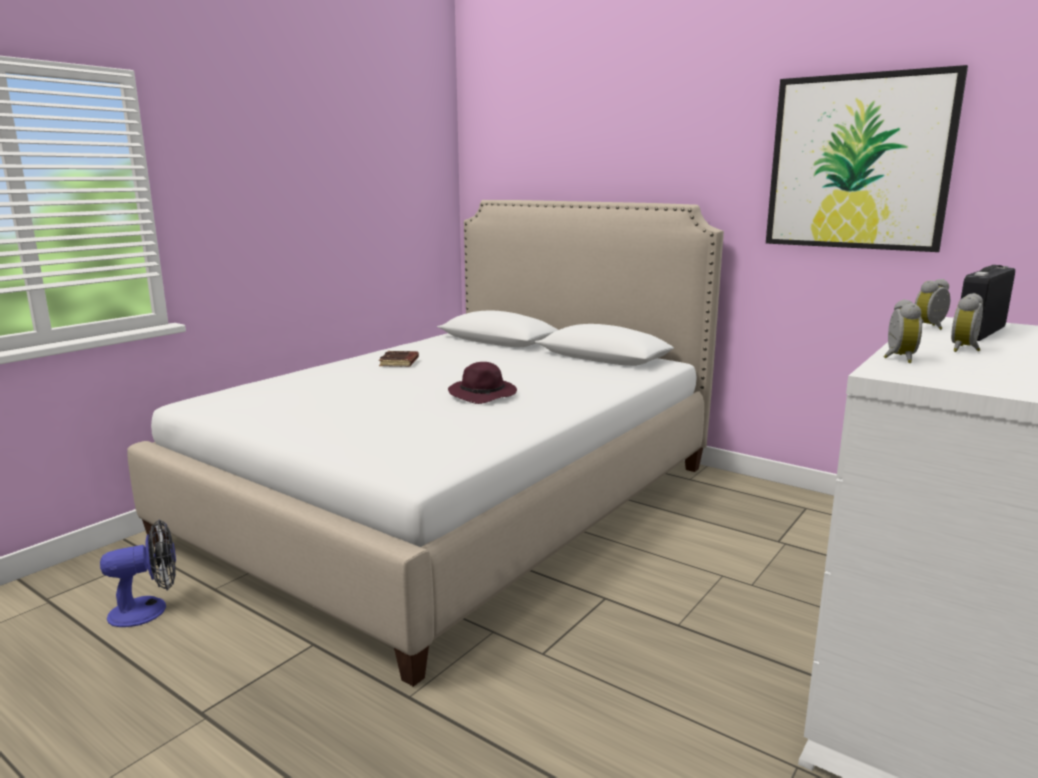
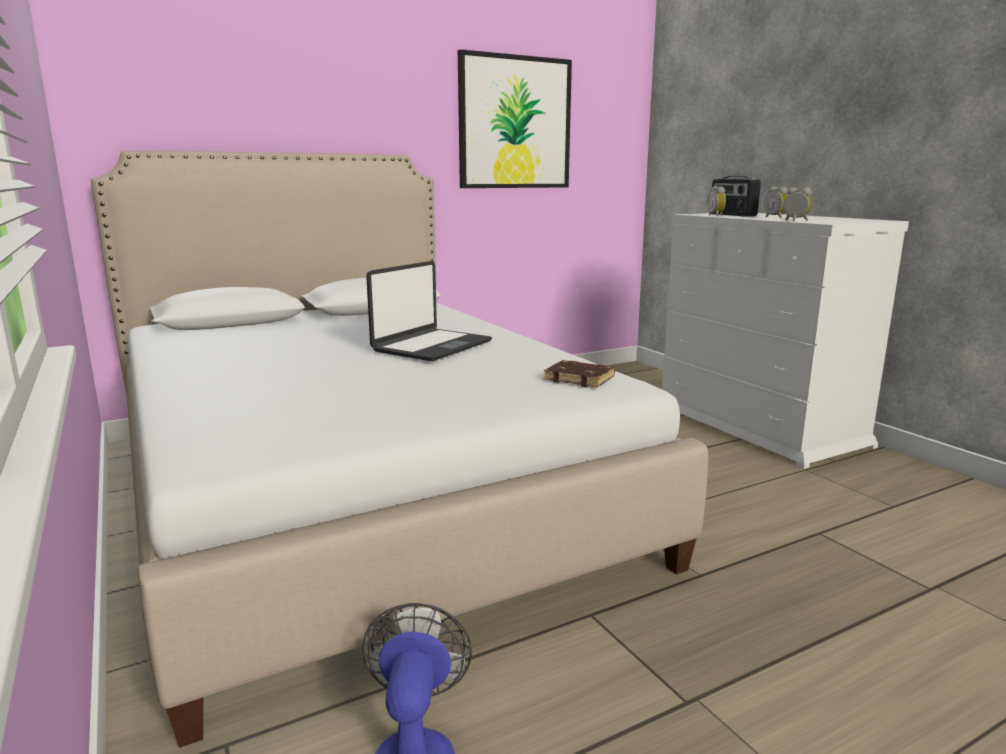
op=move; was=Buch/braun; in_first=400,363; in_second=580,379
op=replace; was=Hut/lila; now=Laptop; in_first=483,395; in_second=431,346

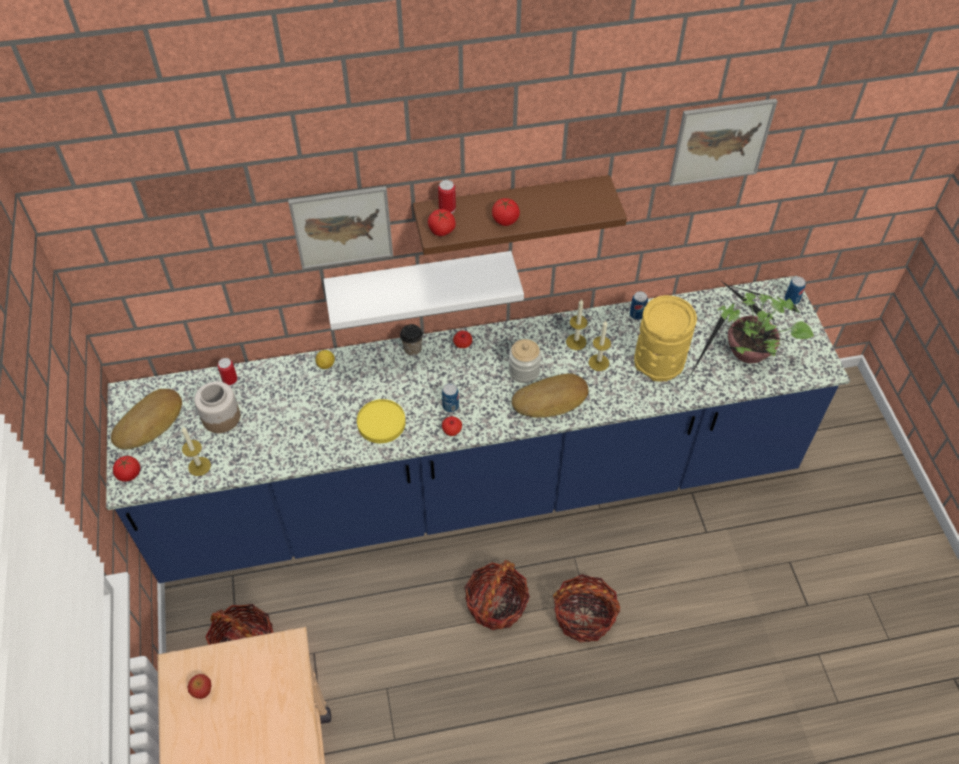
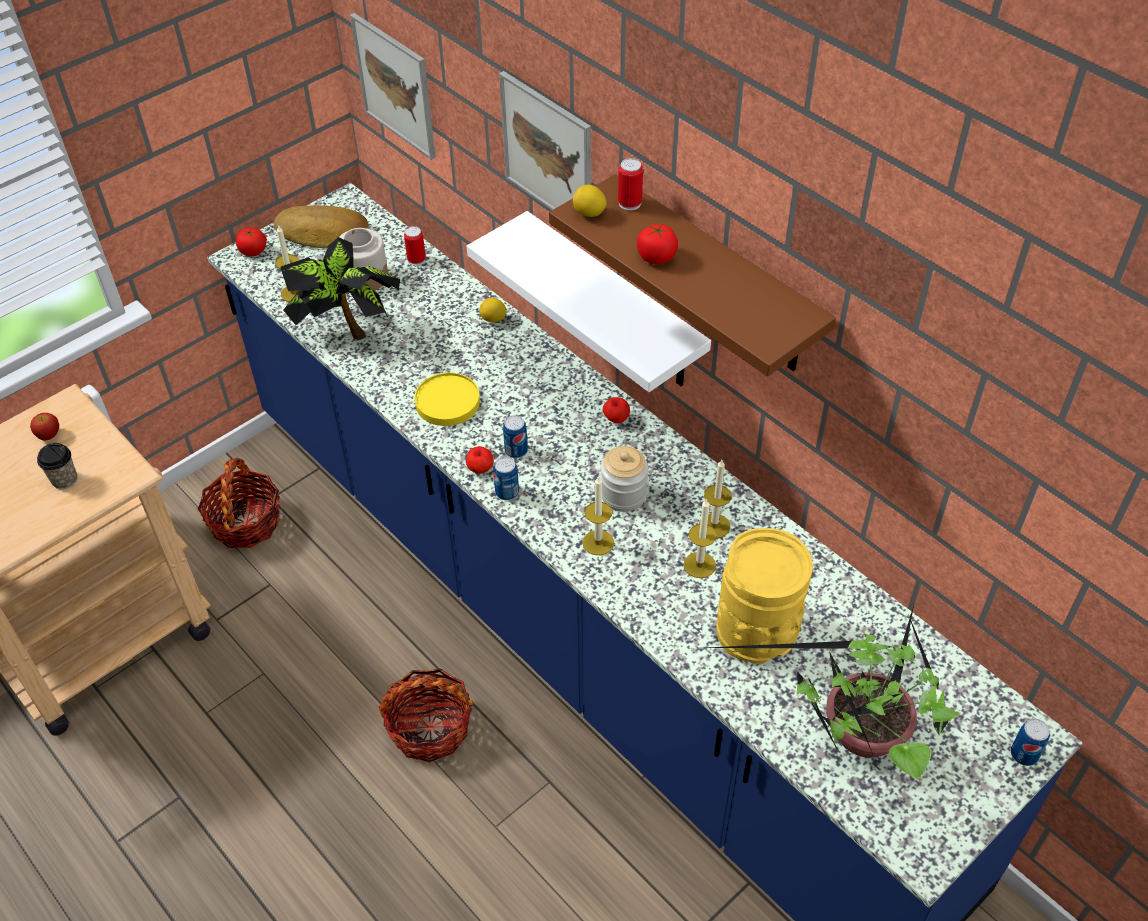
op=move; was=Bild; in_first=720,142; in_second=395,86
op=replace; was=Tomate; now=Zitrone; in_first=441,230; in_second=589,213
op=move; was=Dose; in_first=637,314; in_second=507,492
op=move; was=Tasse; in_first=412,349; in_second=65,480
op=replace; was=Brot; now=Kerze; in_first=551,400; in_second=598,542
op=delete; was=Korb; in_first=584,616
op=insert; now=Topfpflanze; in_second=347,330

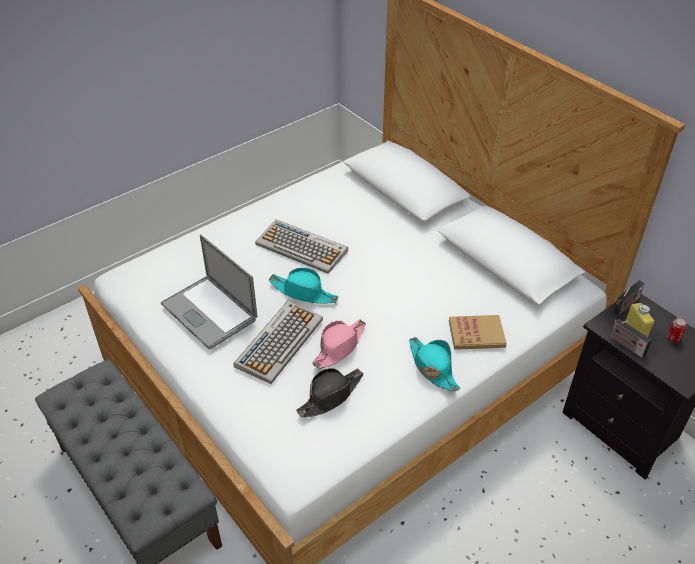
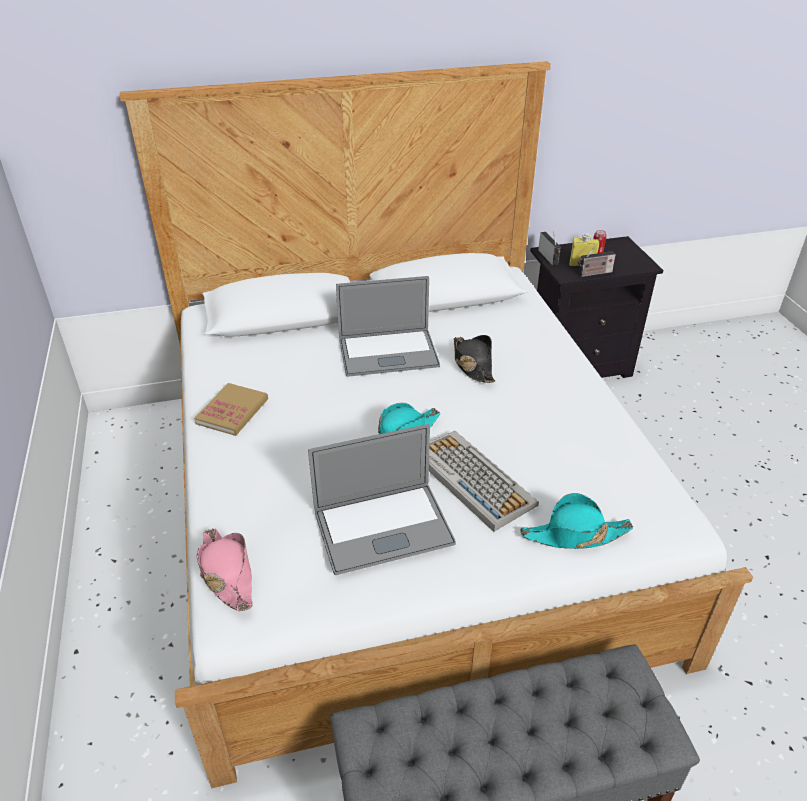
op=delete; was=Tastatur; in_first=302,247
op=move; was=Buch; in_first=476,334; in_second=232,411
op=move; was=Hut/rosa; in_first=339,347; in_second=227,573
op=move; was=Hut/türkis; in_first=432,367; in_second=574,535
op=move; was=Hut/schwarz; in_first=331,396; in_second=472,364
op=insert; now=Laptop; in_second=388,353

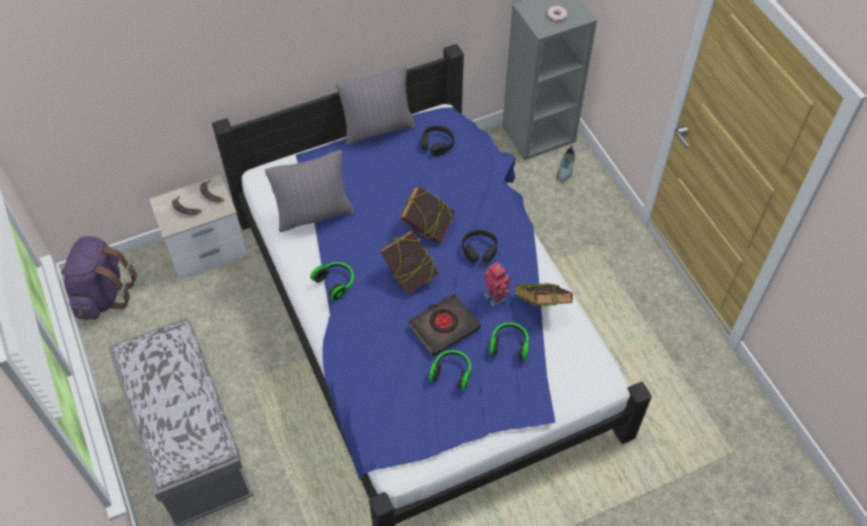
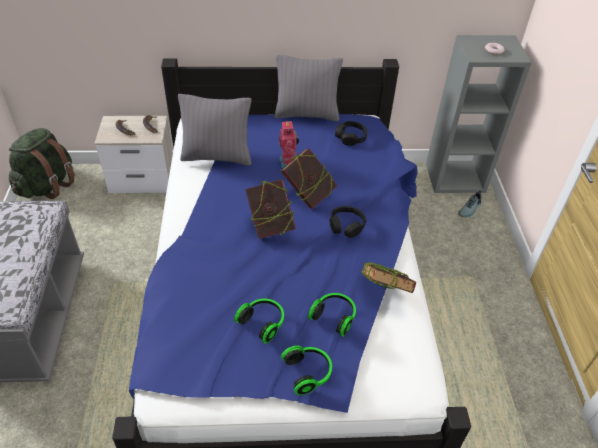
op=recolor; was=Rucksack/lila; now=Rucksack/grün; in_first=103,294; in_second=47,185
op=move; was=Kopfhörer; in_first=336,283; in_second=308,373
op=move; was=Spielzeugroboter; in_first=496,297; in_second=288,162
op=delete; was=Buch/schwarz; in_first=443,326

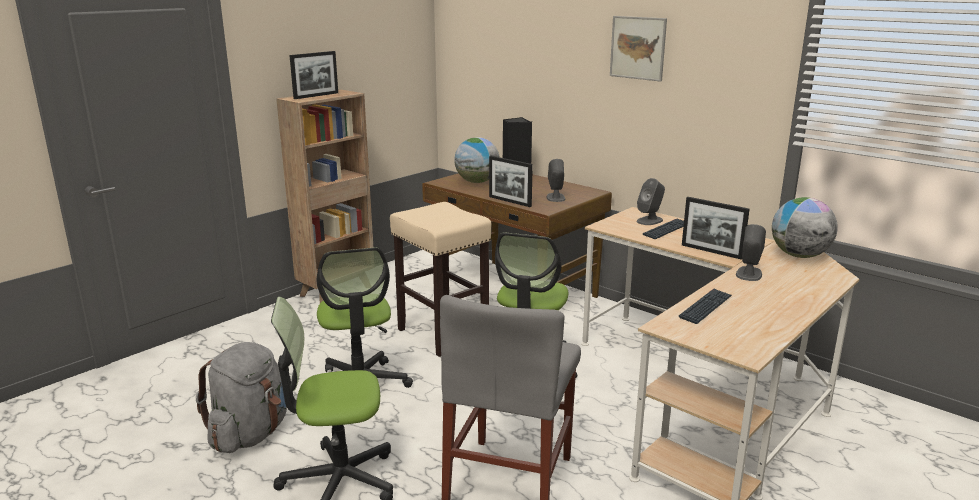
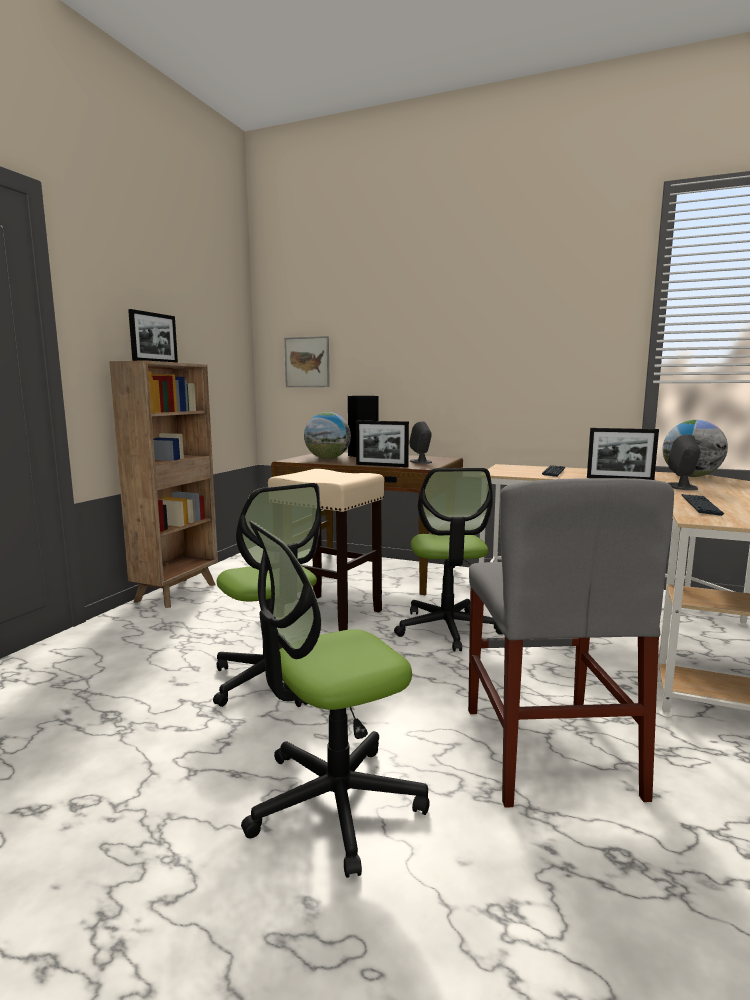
op=move; was=Bild; in_first=638,48; in_second=307,362
op=delete; was=Lautsprecher/grau; in_first=650,220
op=delete; was=Rucksack/grau; in_first=250,434

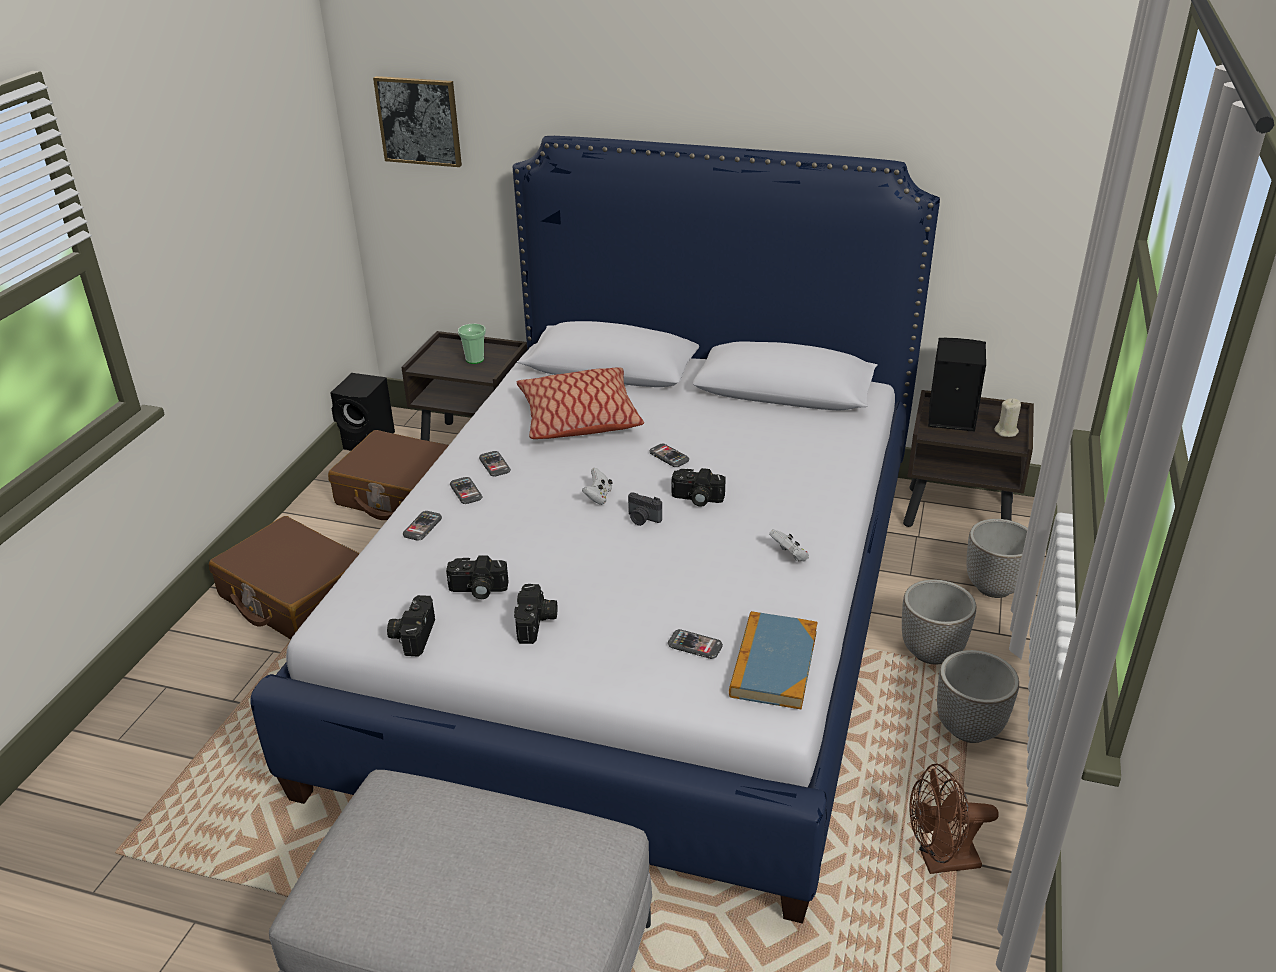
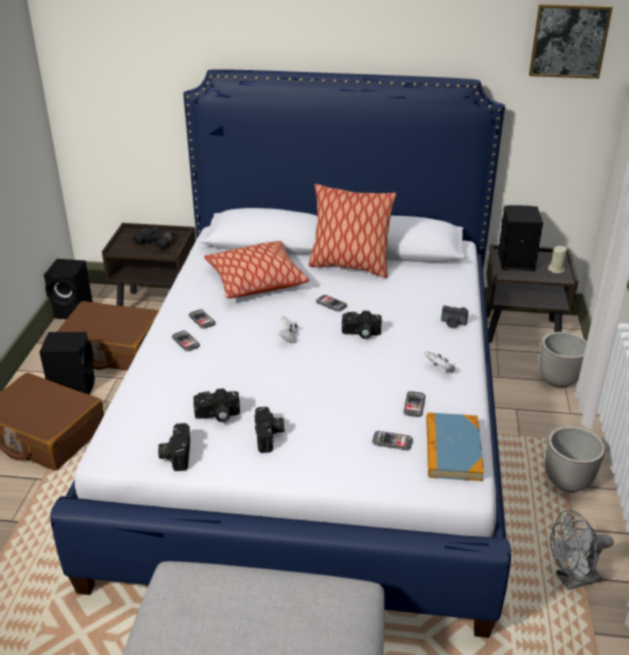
op=move; was=Bild; in_first=419,121; in_second=569,41
op=replace; was=Tasse; now=Fernglas/schwarz; in_first=474,359; in_second=157,242
op=move; was=Kamera; in_first=642,519; in_second=453,324
op=move; was=Handy; in_first=422,527; in_second=414,405
op=delete; was=Pflanzkübel; in_first=932,653
op=recolor; was=Ventilator/braun; now=Ventilator/grau; in_first=940,861; in_second=572,580
op=insert; now=Kissen; in_second=349,266
op=insert; now=Lautsprecher/schwarz; in_second=73,386

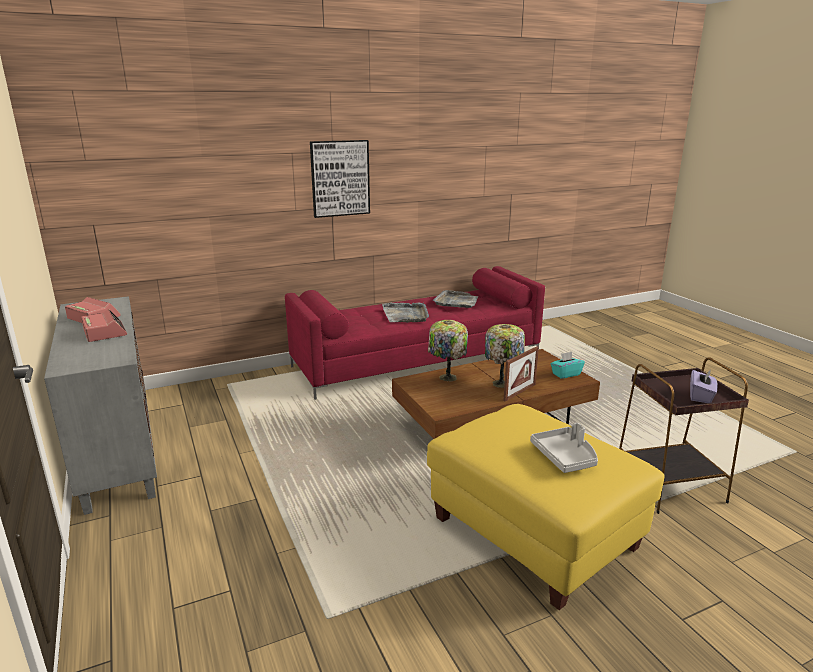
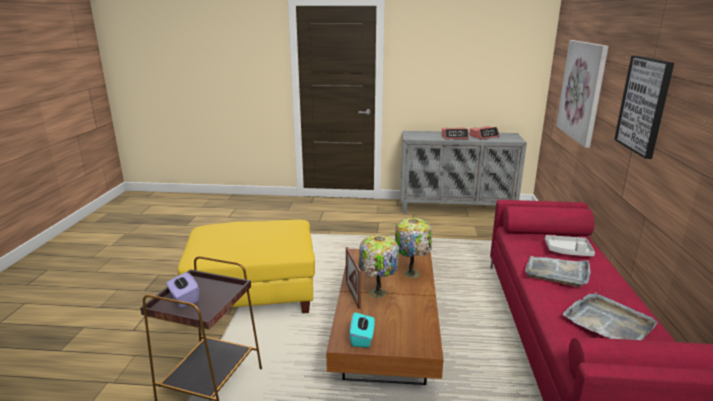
op=move; was=Tablett/grau; in_first=565,457; in_second=568,251
op=insert; now=Bild; in_second=581,91

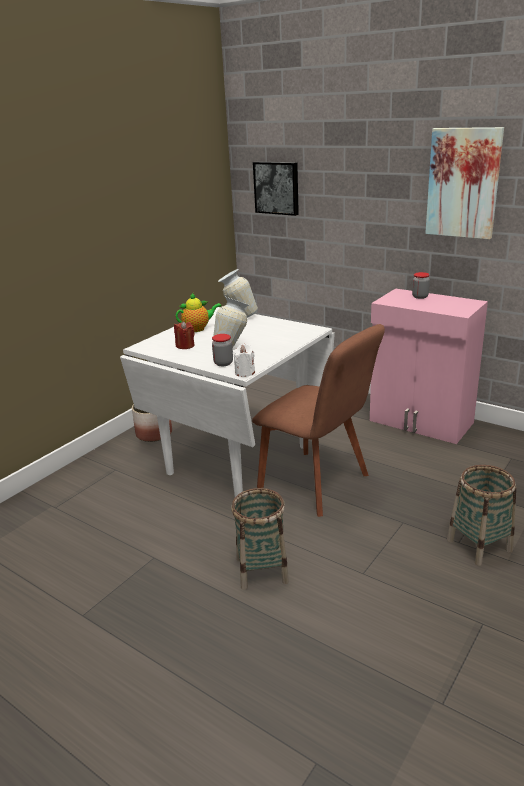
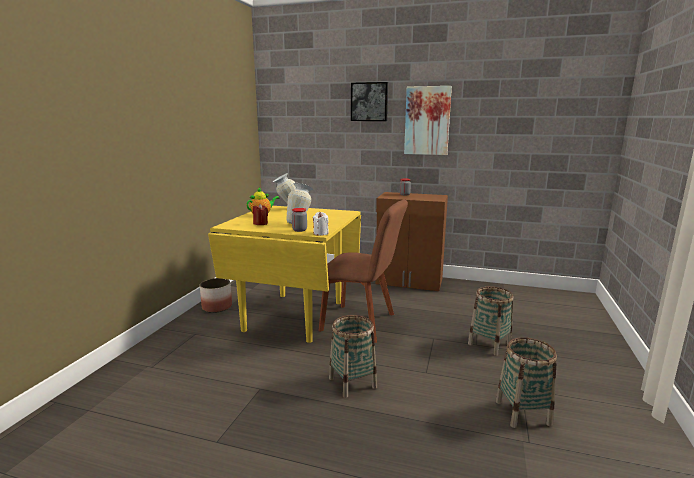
op=move; was=Bild; in_first=277,187; in_second=369,102
op=recolor; was=Schrank/rosa; now=Schrank/braun; in_first=421,422; in_second=409,282
op=recolor; was=Esstisch/weiß; now=Esstisch/gelb; in_first=239,460; in_second=295,316
op=insert; now=Korb; in_second=523,413

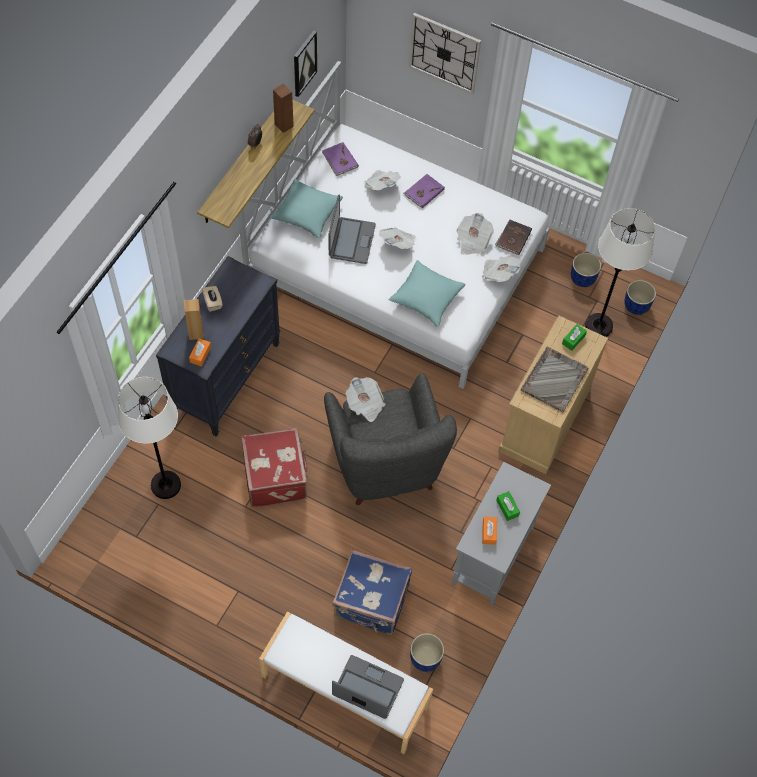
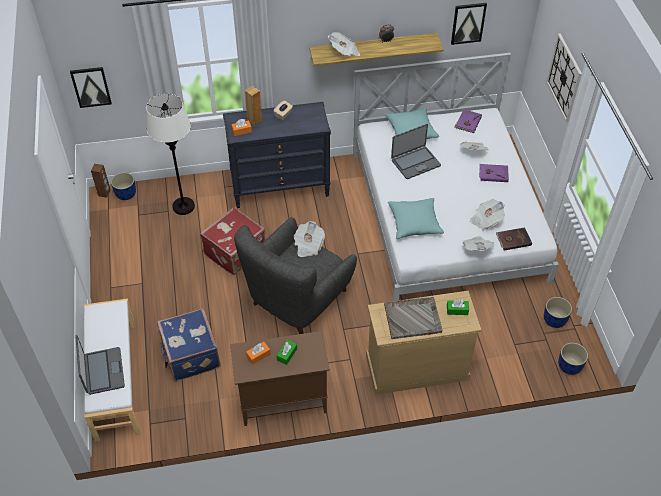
op=move; was=Lautsprecher/braun; in_first=284,125; in_second=104,193
op=delete; was=Stehlampe/weiß; in_first=599,326
op=move; was=Zeitung; in_first=398,244; in_second=344,52
op=recolor; was=Schrank/grau; now=Schrank/braun; in_first=492,557; in_second=282,402
op=move; was=Pflanzkübel/blau; in_first=425,658; in_second=126,194
op=insert; now=Bild; in_second=91,86

